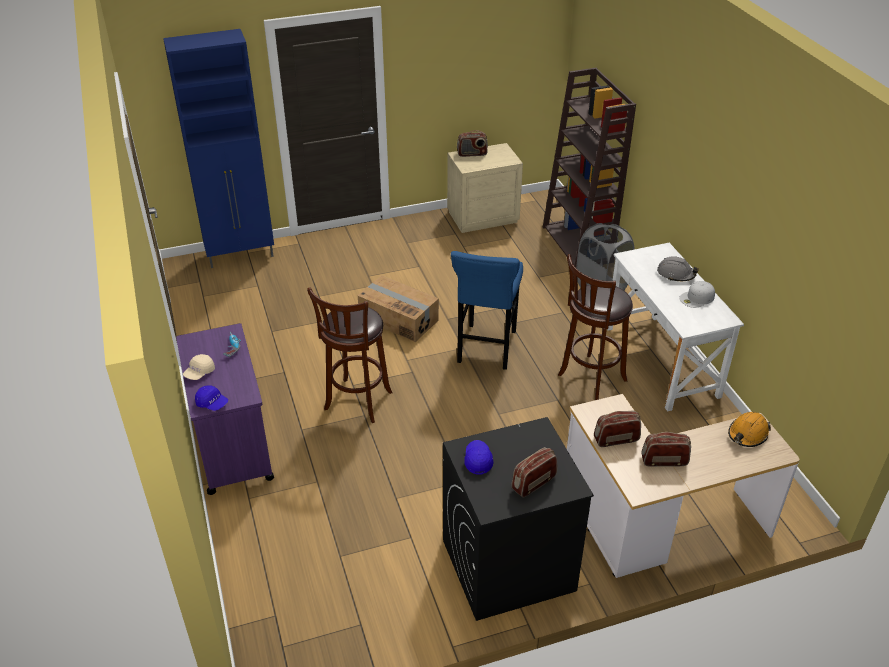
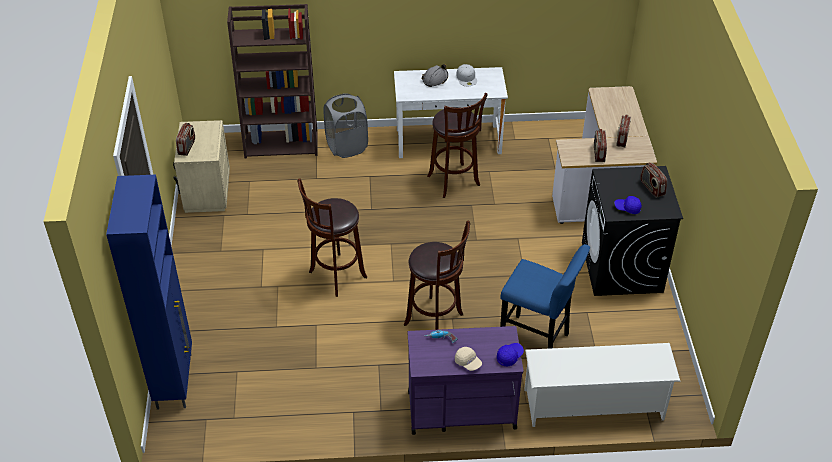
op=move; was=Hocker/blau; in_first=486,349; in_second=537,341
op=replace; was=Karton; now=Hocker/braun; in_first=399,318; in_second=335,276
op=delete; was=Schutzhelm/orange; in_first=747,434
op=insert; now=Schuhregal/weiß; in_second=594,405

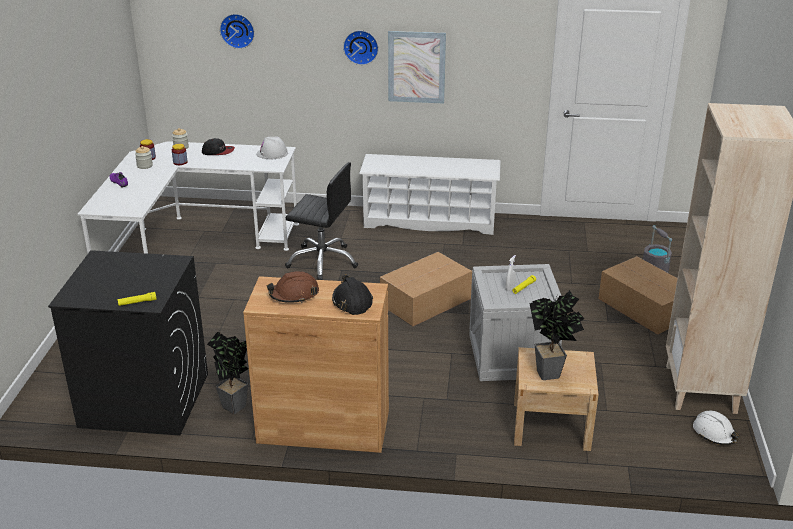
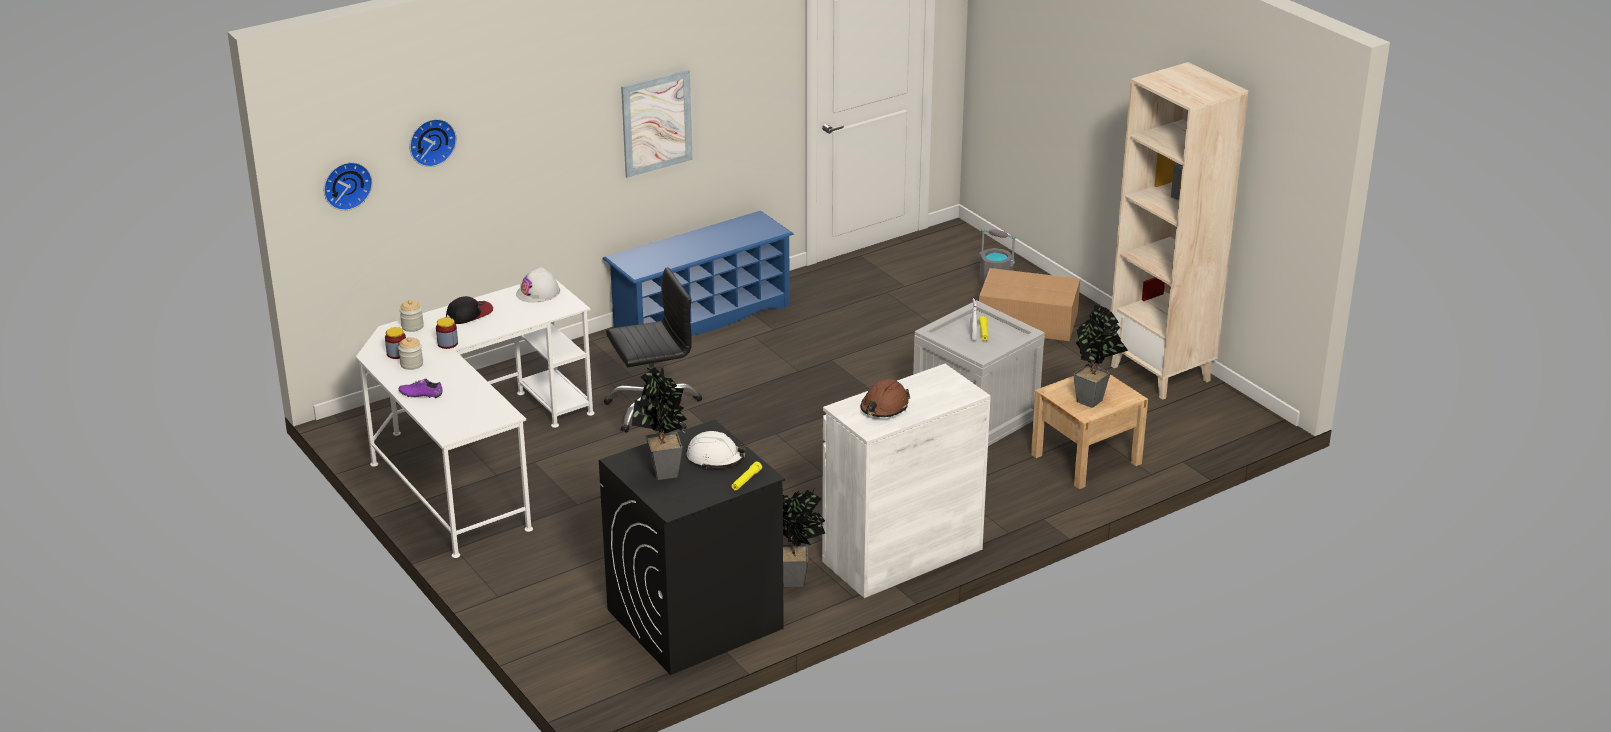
op=move; was=Wanduhr; in_first=361,46; in_second=346,184
op=recolor; was=Schuhregal/weiß; now=Schuhregal/blau; in_first=429,221; in_second=701,318
op=delete; was=Karton; in_first=427,301
op=delete; was=Schutzhelm/schwarz; in_first=352,302
op=recolor; was=Schrank/braun; now=Schrank/weiß; in_first=323,427; in_second=902,555
op=move; was=Schutzhelm/weiß; in_first=714,433; in_second=715,458
op=insert; now=Topfpflanze; in_second=663,475

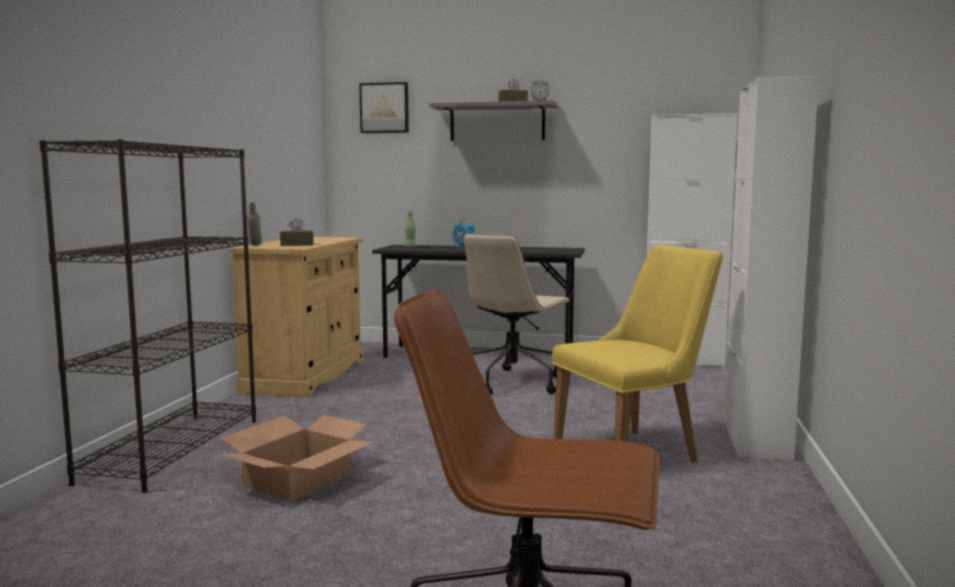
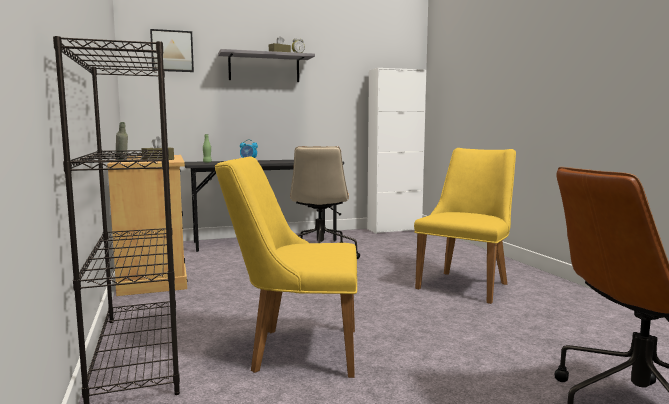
op=delete; was=Schrank/weiß; in_first=755,439
op=replace; was=Karton; now=Stuhl/gelb; in_first=298,479; in_second=294,349

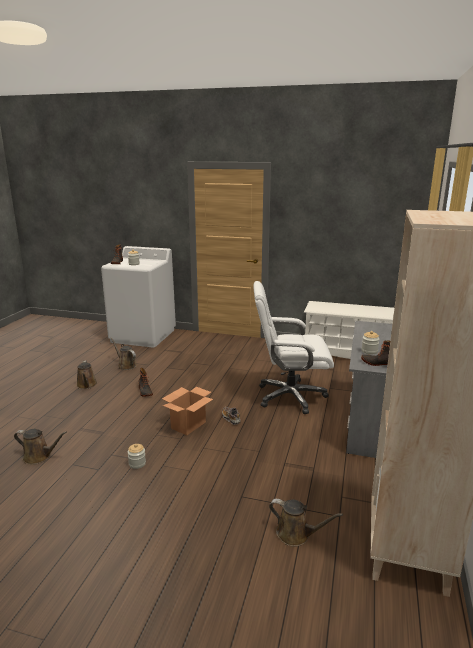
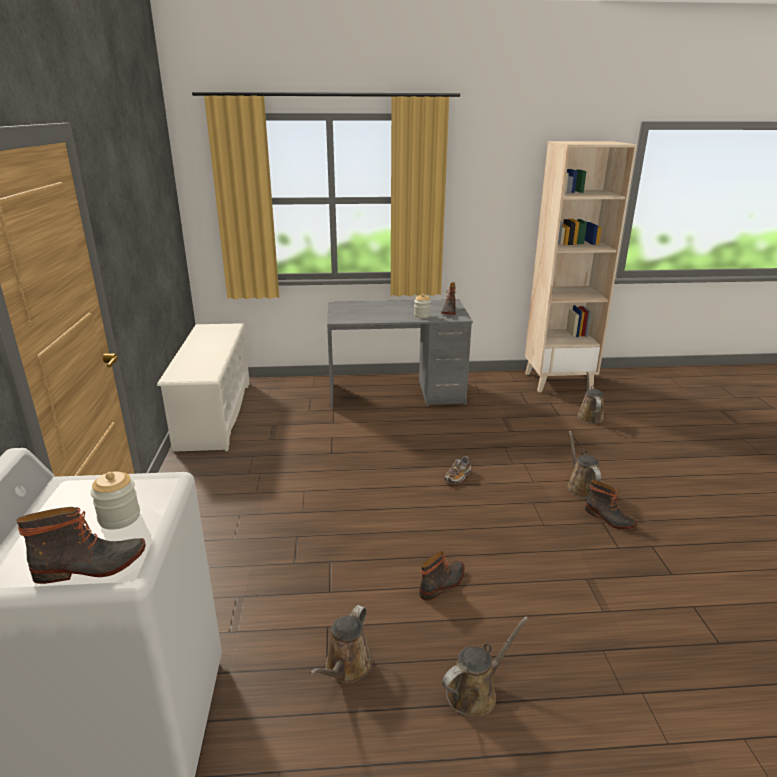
op=delete; was=Bürostuhl/weiß; in_first=289,396
op=delete; was=Karton; in_first=188,425
op=move; was=Gießkanne/braun; in_first=39,456; in_second=581,487
op=replace; was=Vorratsglas; now=Stiefel; in_first=137,463; in_second=609,519

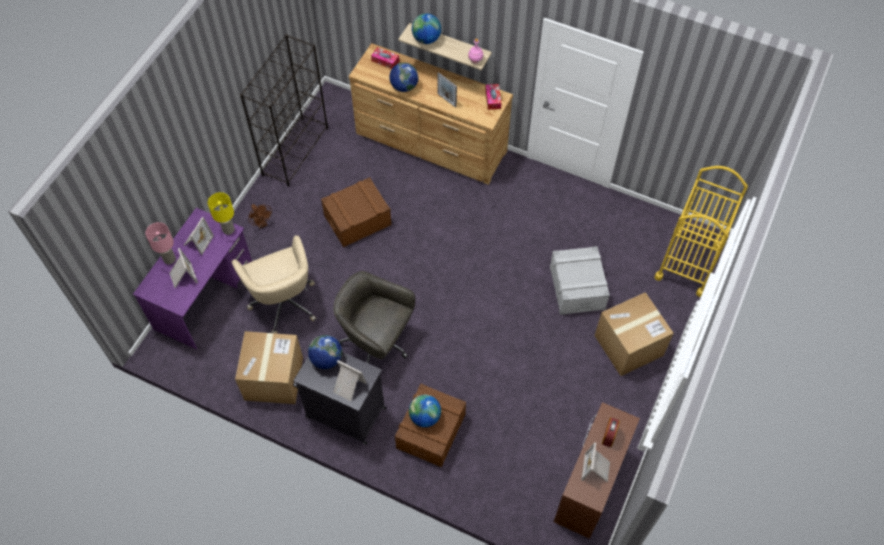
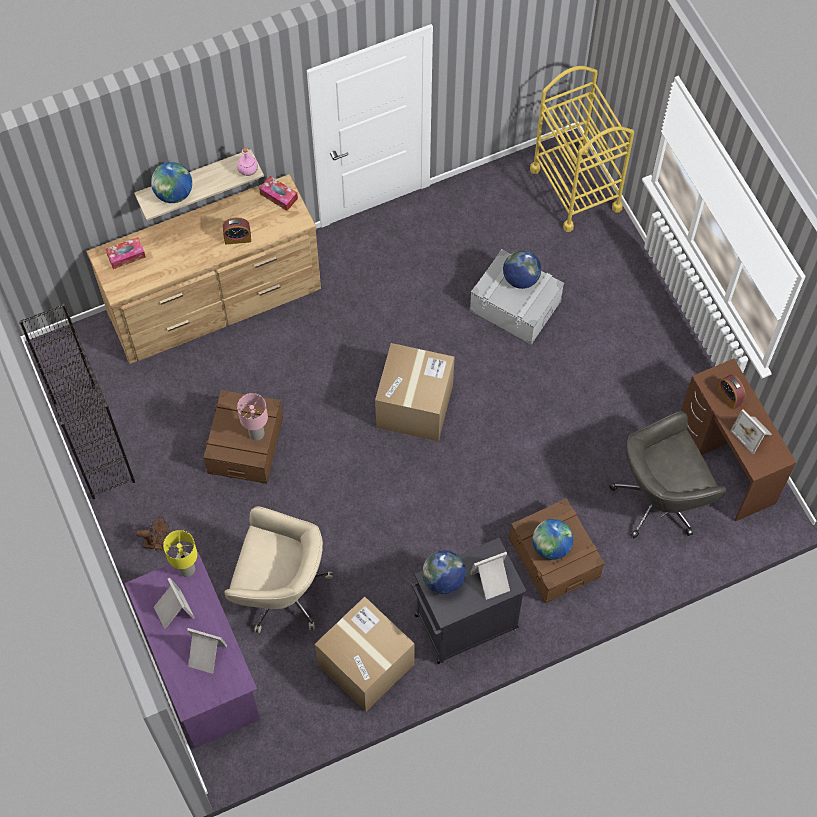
op=move; was=Globus; in_first=404,86; in_second=520,279
op=replace; was=Bilderrahmen; now=Wecker; in_first=446,100; in_second=237,238
op=move; was=Tischlampe/rosa; in_first=169,259; in_second=256,434
op=move; was=Bürostuhl/grau; in_first=376,342; in_second=660,498
op=move; was=Karton; in_first=628,345; in_second=414,406

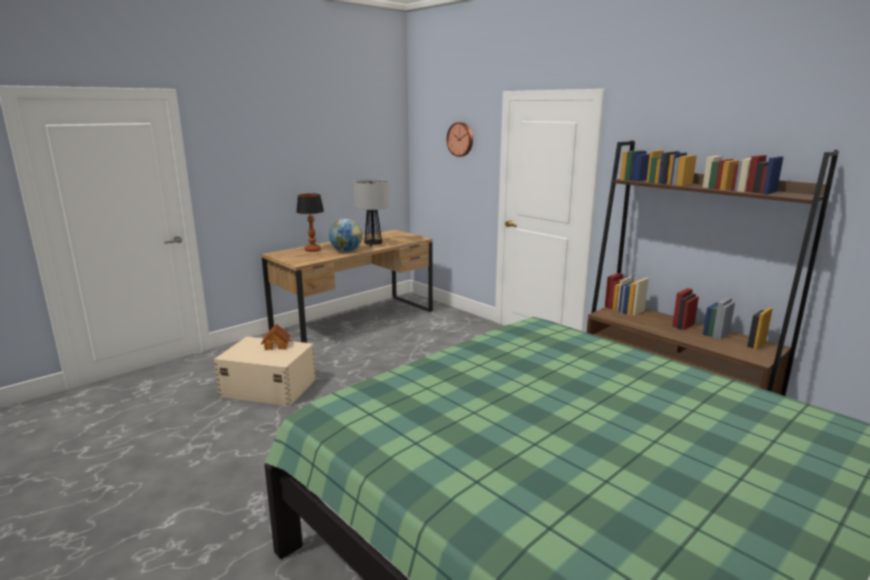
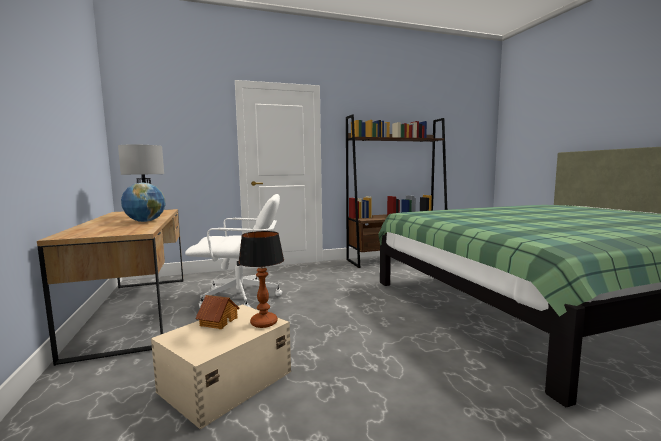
op=delete; was=Wanduhr; in_first=461,139
op=move; was=Tischlampe; in_first=312,250; in_second=264,323
op=insert; now=Bürostuhl/weiß; in_second=241,298

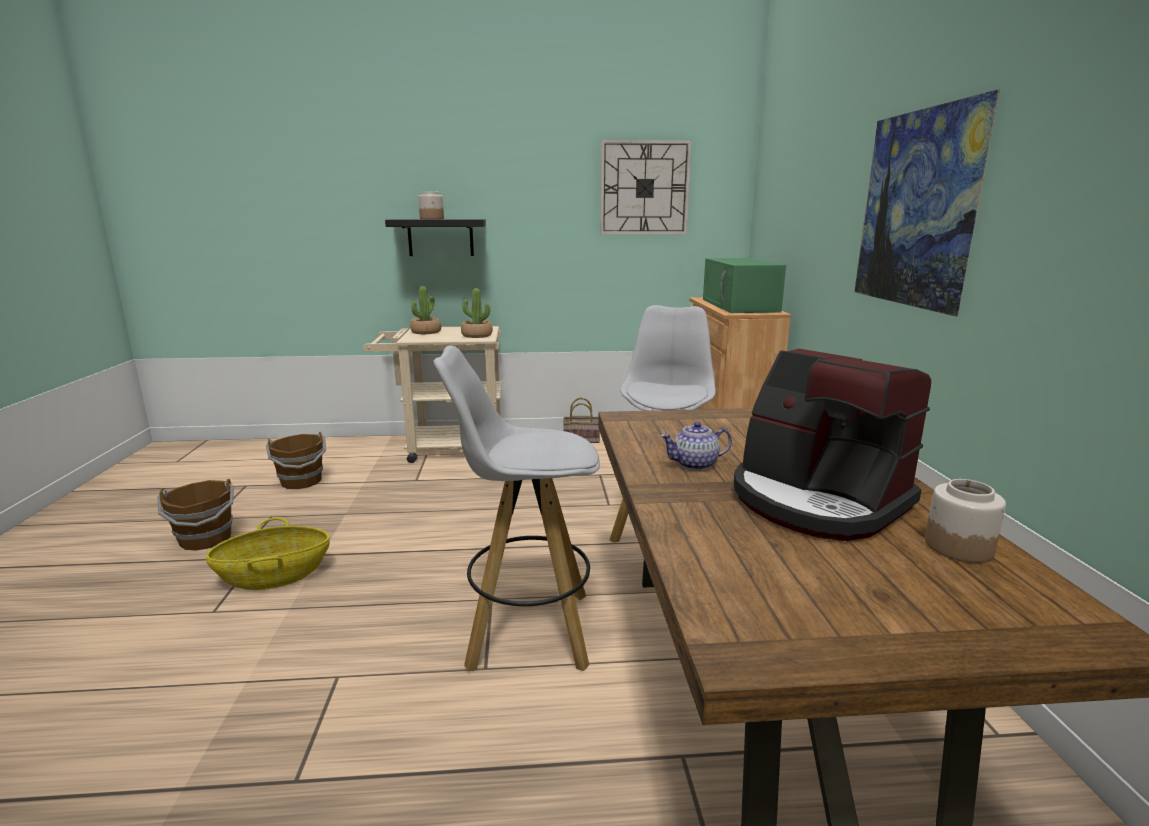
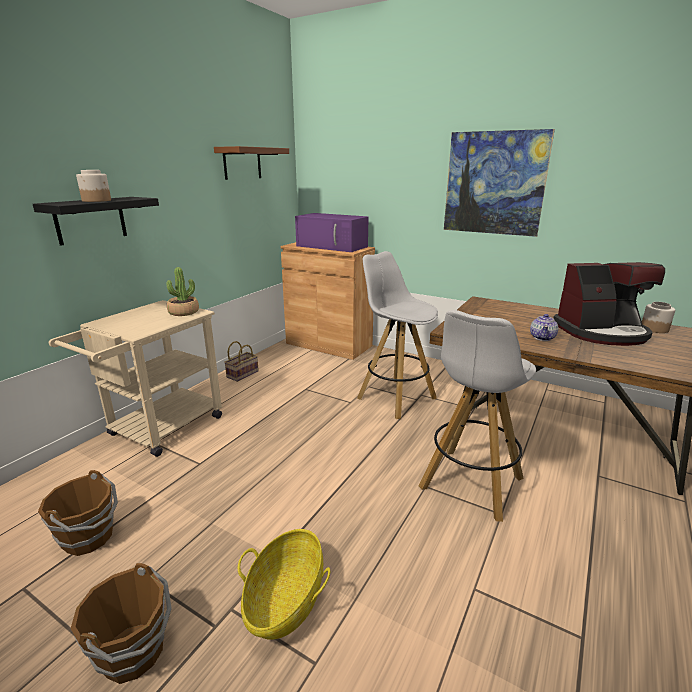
op=replace; was=Wanduhr; now=Wandregal/braun; in_first=644,188; in_second=242,163
op=recolor; was=Mikrowelle/grün; now=Mikrowelle/lila; in_first=740,305; in_second=333,246
op=delete; was=Topfpflanze; in_first=426,332

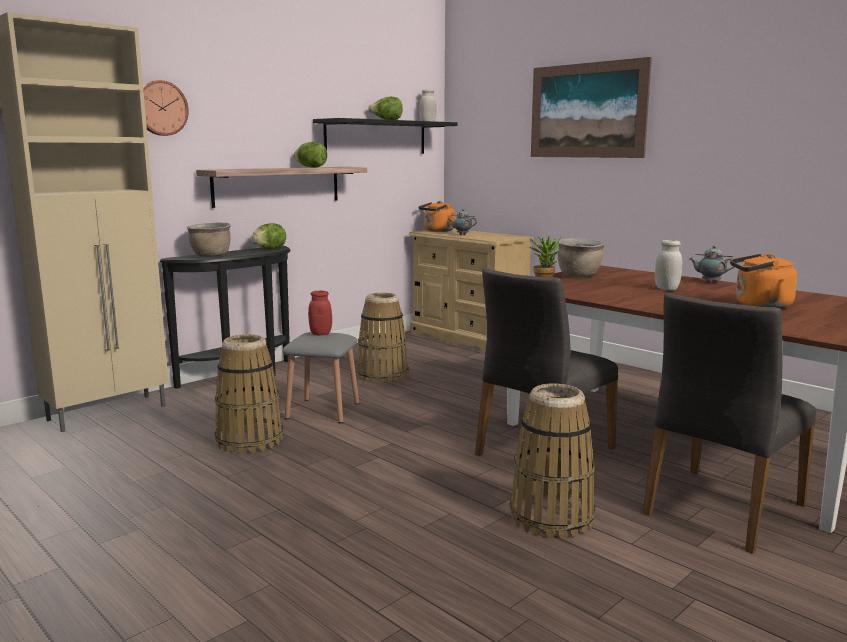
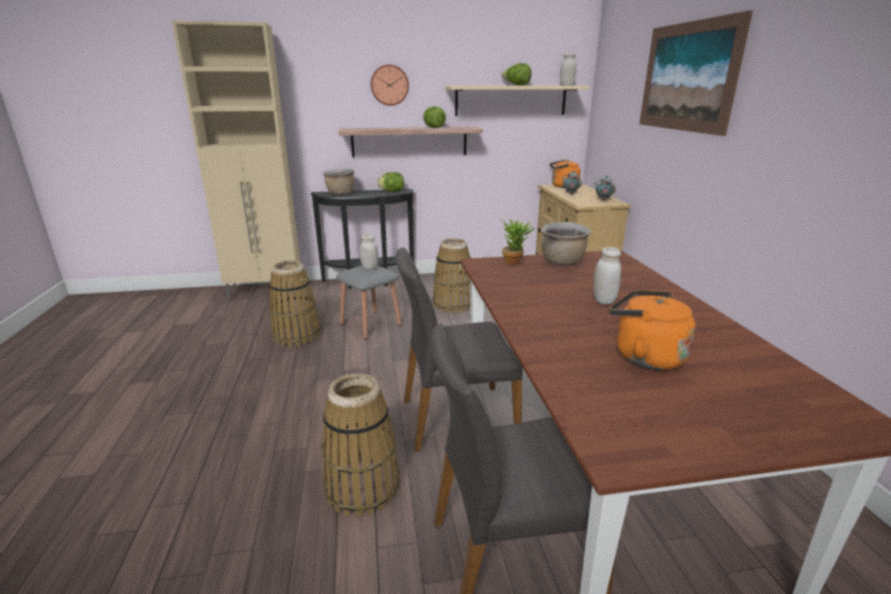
op=move; was=Wanduhr; in_first=160,108; in_second=389,85
op=recolor; was=Wandregal/schwarz; now=Wandregal/beige; in_first=376,137; in_second=511,100
op=move; was=Teekanne; in_first=709,282; in_second=603,200
op=recolor; was=Vorratsglas/rot; now=Vorratsglas/weiß; in_first=320,333; in_second=370,267

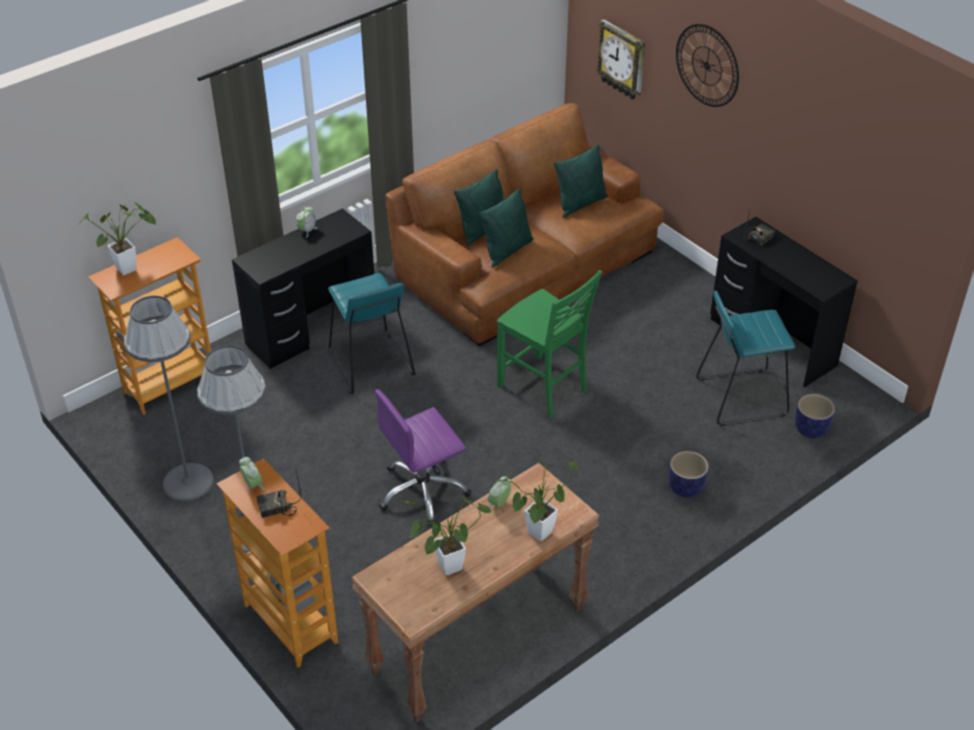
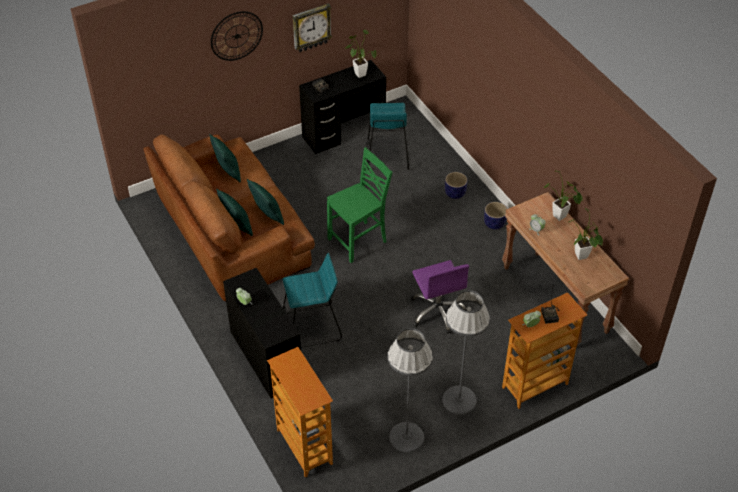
op=move; was=Wanduhr; in_first=622,60; in_second=311,27
op=move; was=Topfpflanze; in_first=131,268; in_second=359,73
op=move; was=Pflanzkübel; in_first=811,430; in_second=494,224

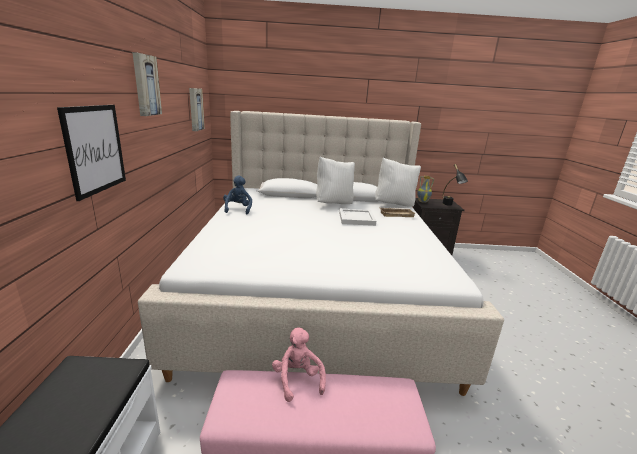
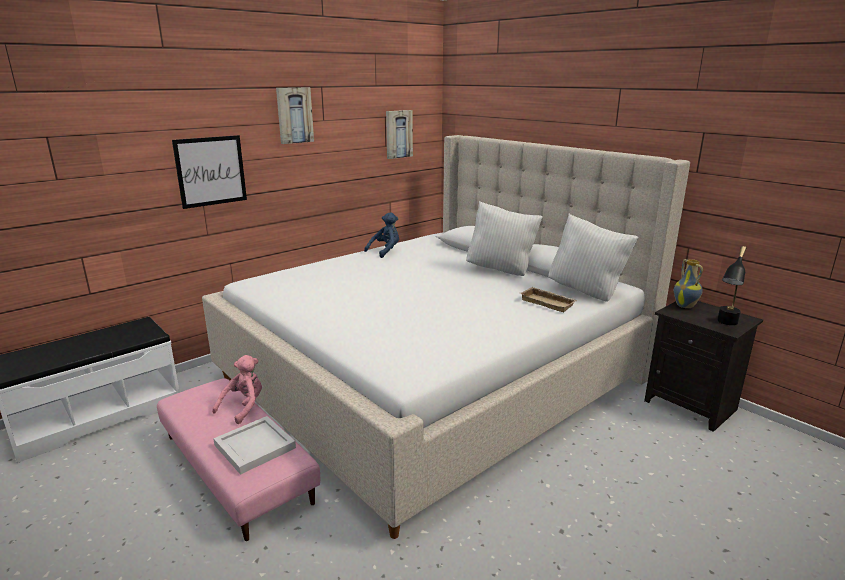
op=move; was=Tablett/weiß; in_first=357,218; in_second=256,446

